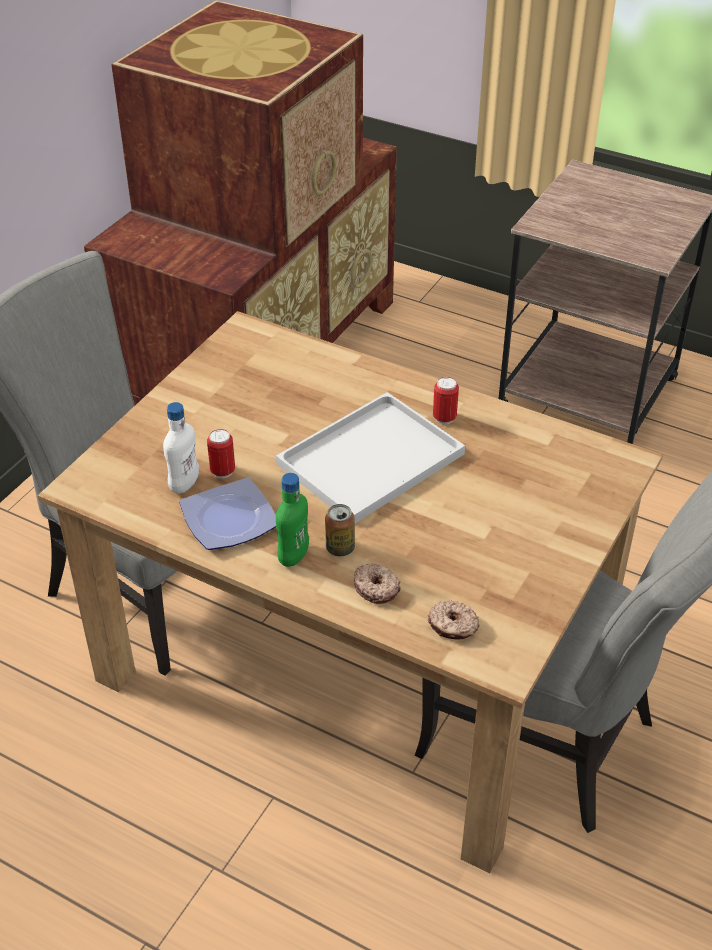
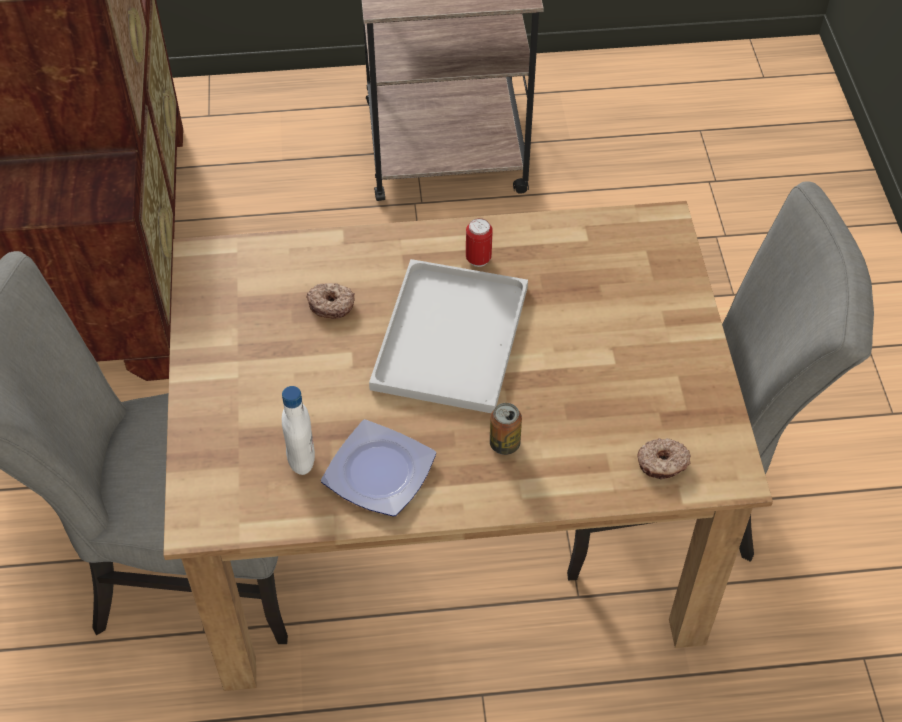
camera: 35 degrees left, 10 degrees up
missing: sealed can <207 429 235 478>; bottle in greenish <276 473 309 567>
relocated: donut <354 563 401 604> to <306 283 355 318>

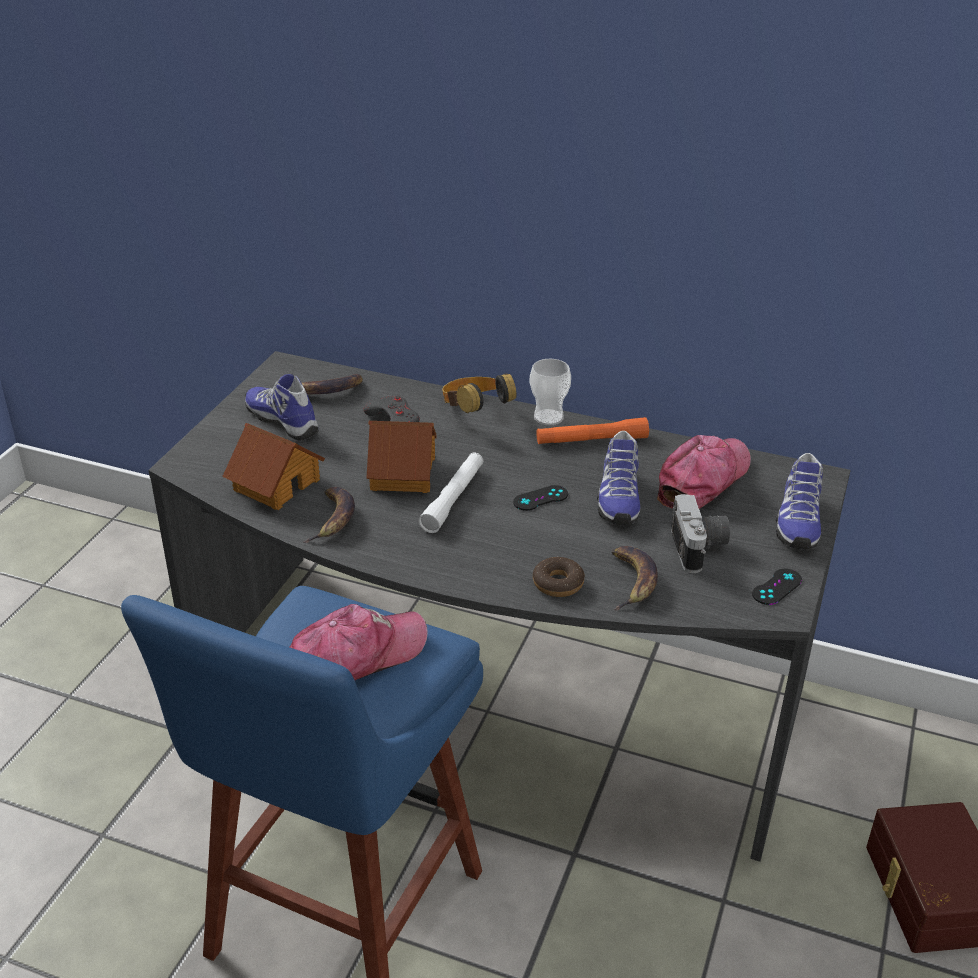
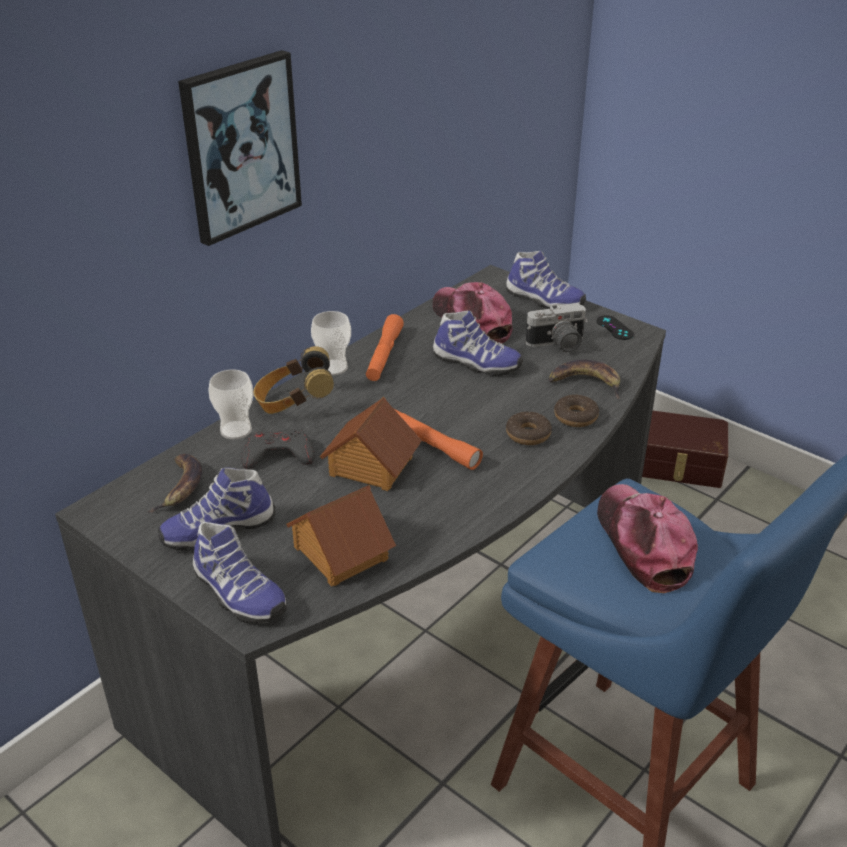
camera: 70 degrees left, 0 degrees up
missing: banana <303 487 355 543>; gamepad in blackish <513 485 568 511>
appeared: picture <178 50 302 246>; item of footwear <193 522 287 624>; cup <208 369 254 439>; donut <506 412 552 445>
colour: flashlight in white <419 453 483 533> to flashlight in orange <393 408 483 470>
spun: photo camera <671 494 730 573> = <526 303 588 353> 150 degrees clockwise

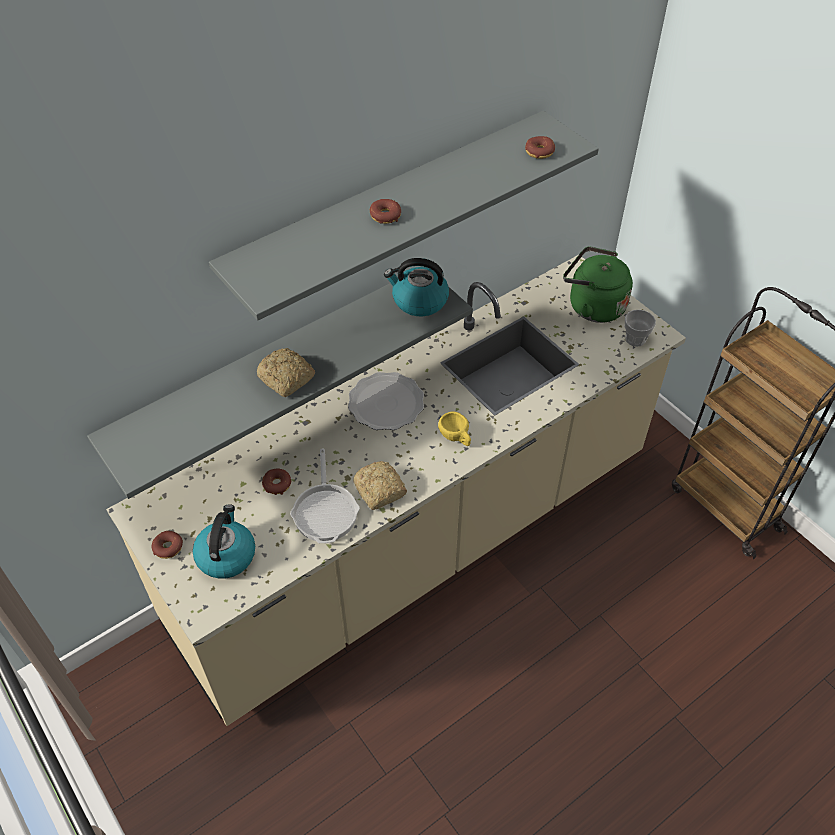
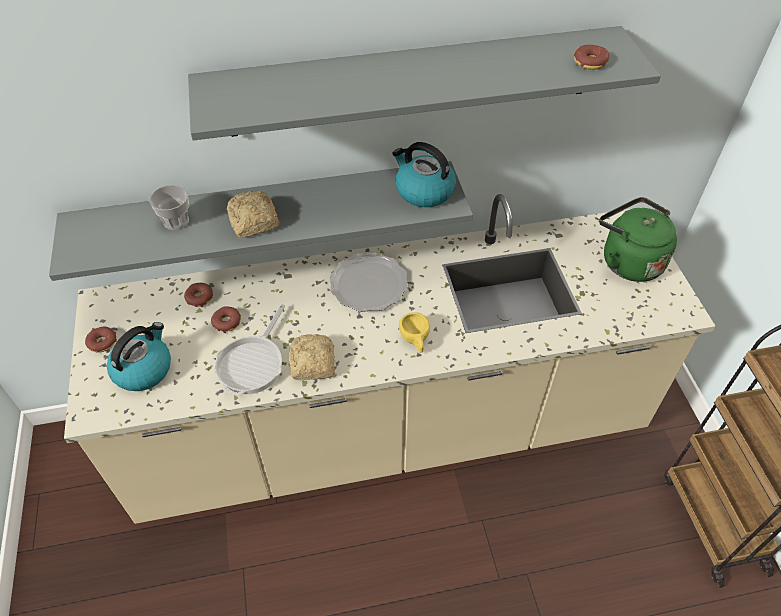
camera: 25 degrees right, 0 degrees up
relocated: donut <370 199 401 224> to <184 283 213 307>; cup <625 310 656 347> to <149 185 189 230>

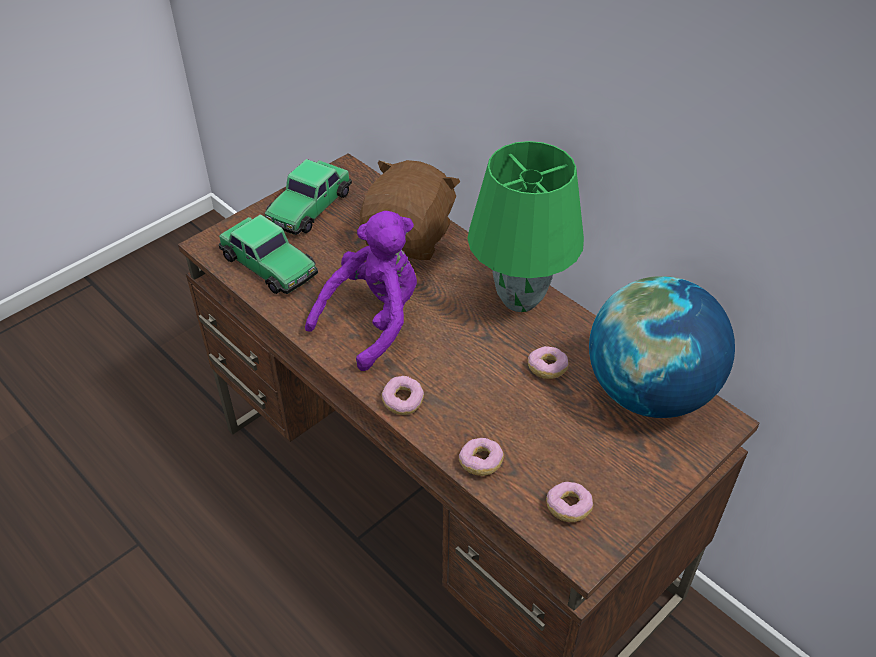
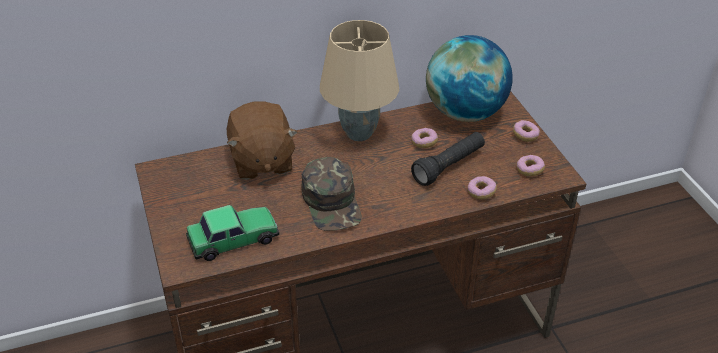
camera: 65 degrees left, 5 degrees down
missing: toy car <265 159 352 235>
appeared: flashlight in blackish <411 132 485 186>
relocated: donut <381 376 424 415> to <513 120 540 142>
exchanged: plush toy in purple <305 211 417 371> to cap in greenish <301 157 362 231>
colour: tabletop lamp in greenish <467 141 584 312> to tabletop lamp in sand-coloured <320 20 399 141>
spun: plush toy in brown <359 160 460 260> = <227 101 298 180> 150 degrees counterclockwise

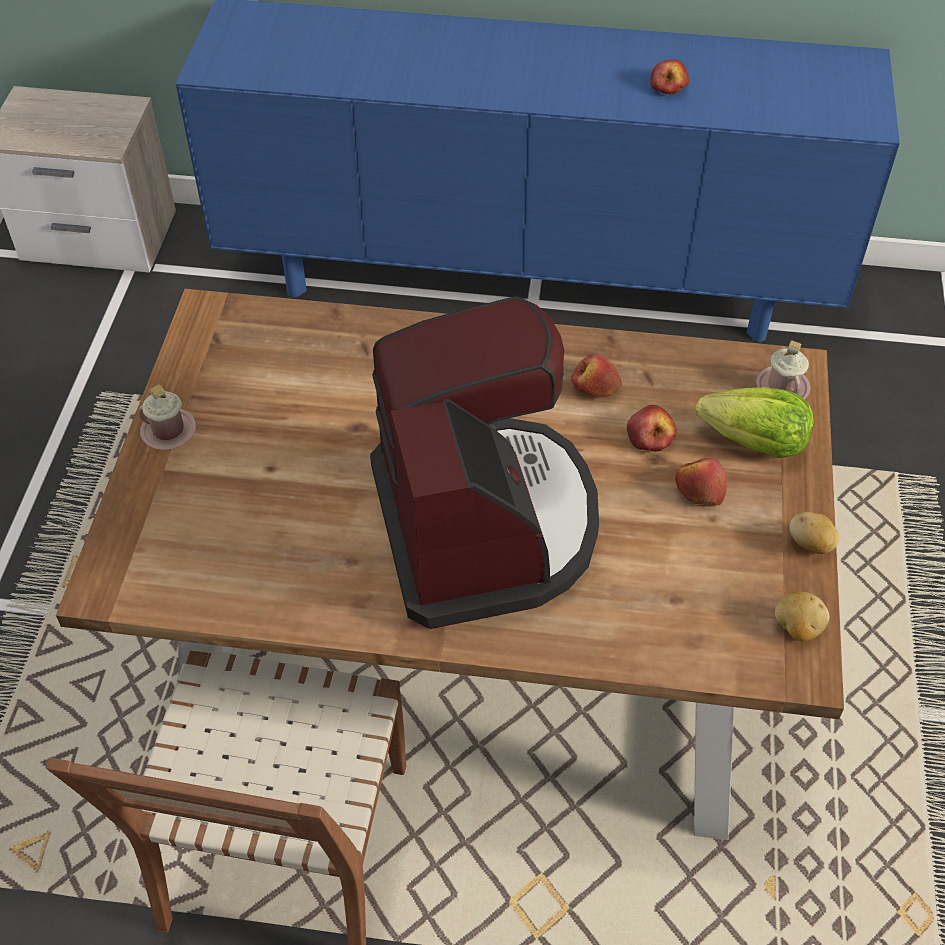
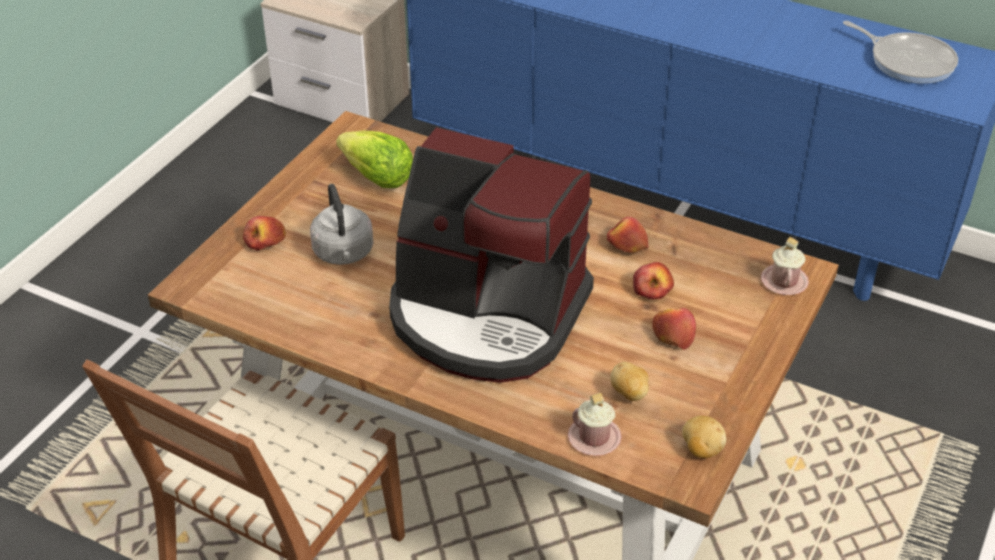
camera: 20 degrees right, 10 degrees down
appeared: kettle in gray <310 184 373 265>; pan <843 21 958 84>
relocated: mug in pink <139 384 196 450> to <568 393 622 456>; apple <650 60 689 95> to <243 216 286 251>; lettuce <696 387 814 458> to <336 131 413 188>; potato <789 512 839 554> to <610 362 649 401>
spun: coffee machine <370 296 599 629> = <389 127 594 383> 105 degrees clockwise

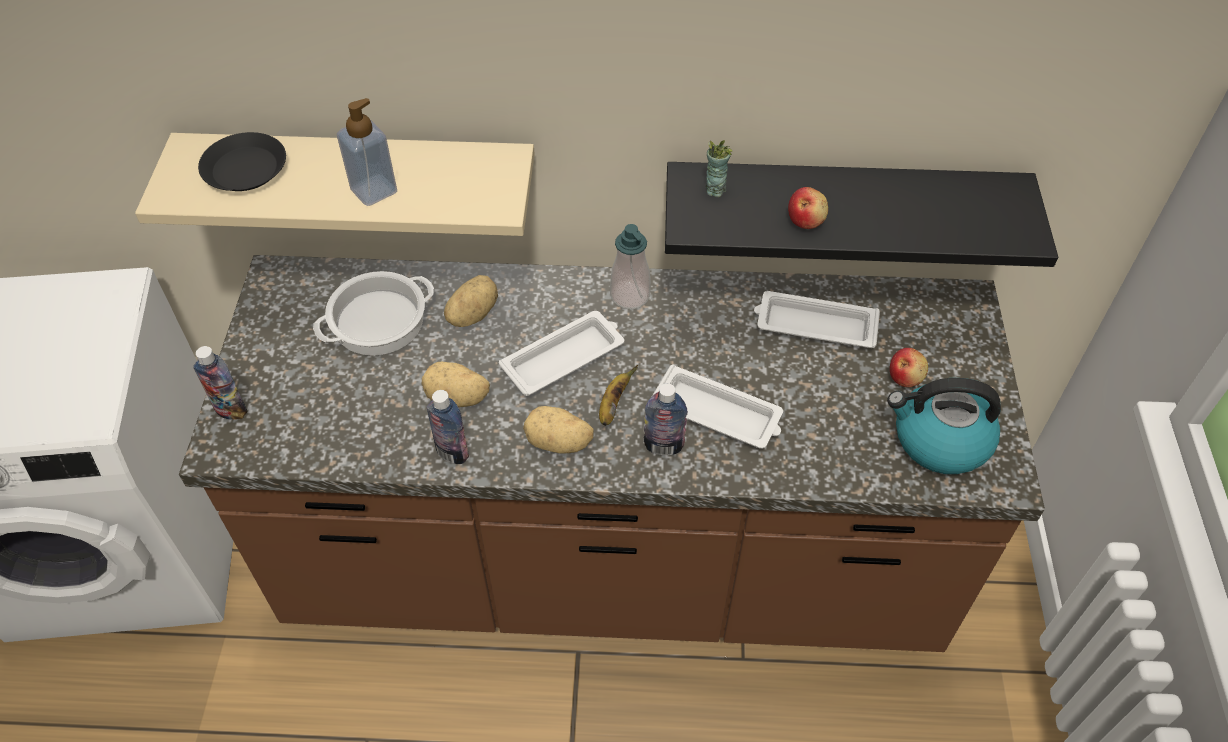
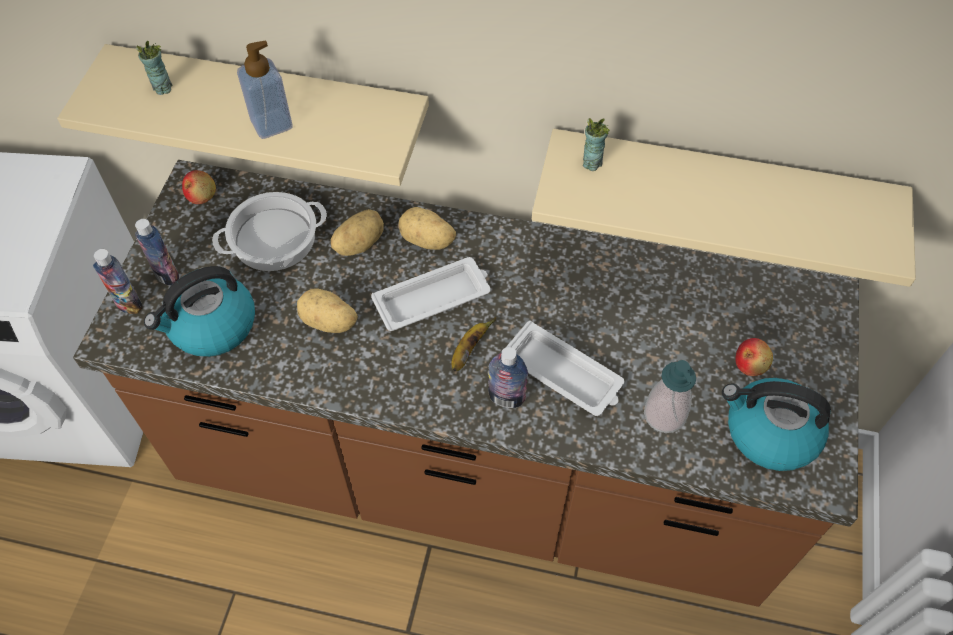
camera: 10 degrees right, 5 degrees up
missing: carrying tray in white <754 291 880 348>
appeared: kettle <144 266 255 357>
relocated: bottle <427 390 469 464> to <135 219 180 285>; potato <523 406 594 454> to <399 207 456 250>; soap bottle <610 224 651 309> to <644 360 696 433>; apple <788 187 828 229> to <182 170 216 204>
exchanged: plate in blackish <198 132 286 191> to cup <136 40 173 95>
colour: wall shelf in blackish <665 162 1058 267> to wall shelf in sand-coloured <532 129 916 287>

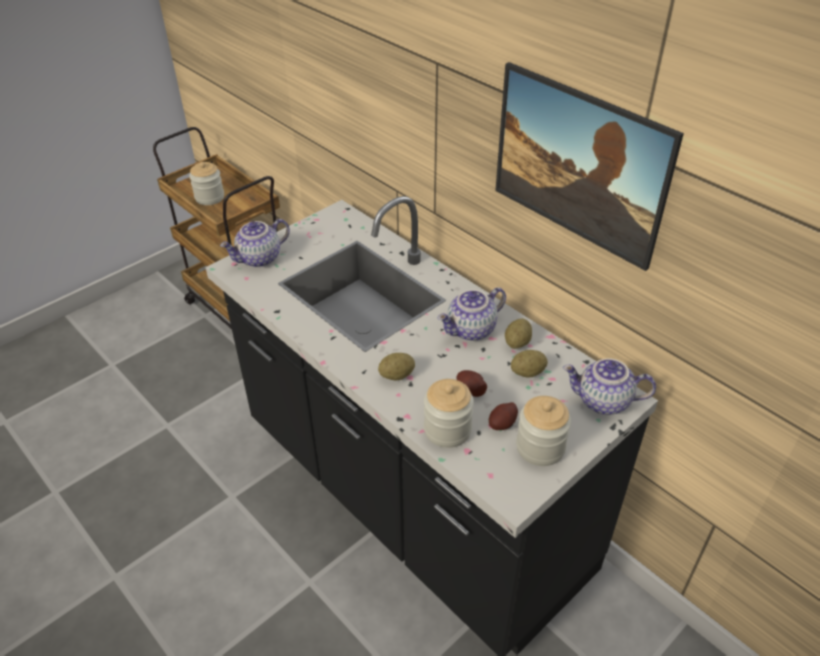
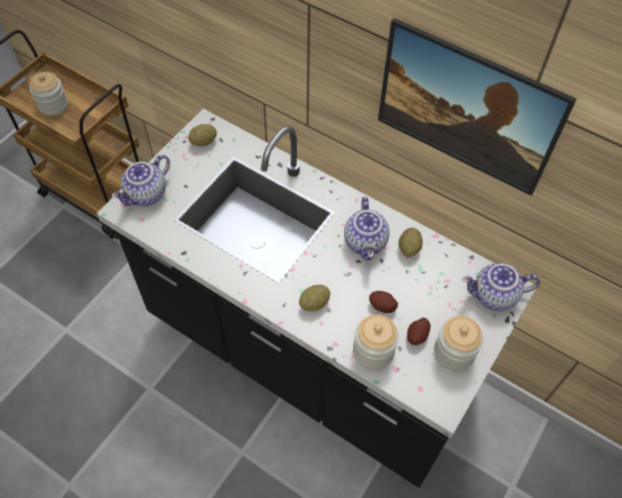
camera: 15 degrees left, 15 degrees up
relocated: potato <511 350 548 377> to <188 124 217 146>
spun: tea pot <438 287 506 341> = <344 196 390 261> 45 degrees counterclockwise

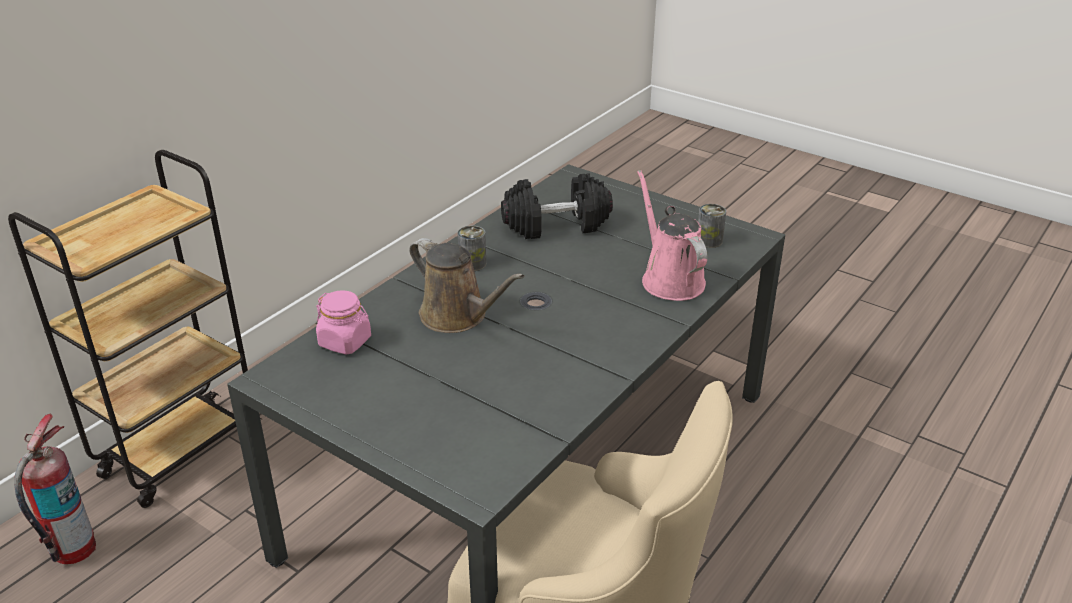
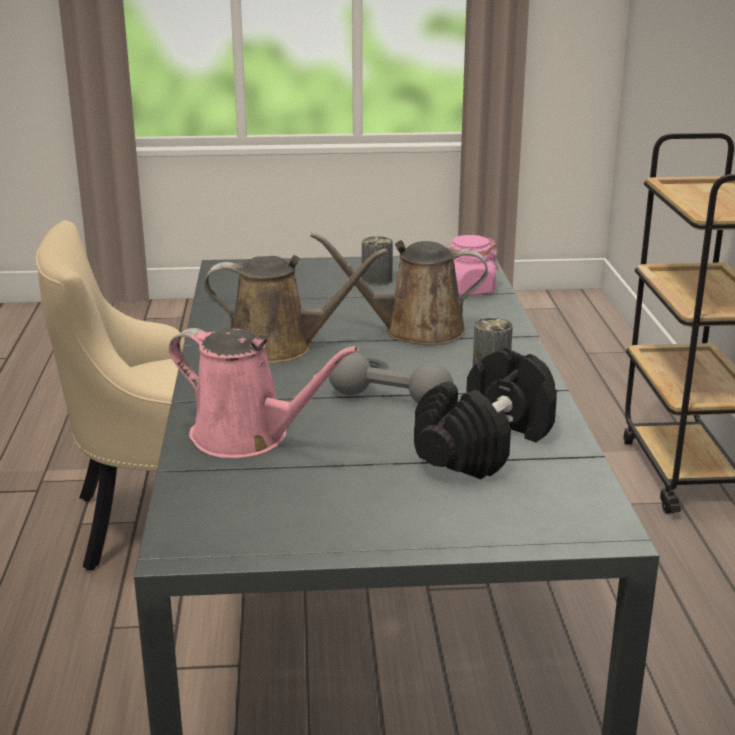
camera: 140 degrees right, 10 degrees down
missing: fire-fighting cylinder <14 414 96 564>
appeared: watering pot in brown <204 249 388 364>; dumbbell in gray <329 352 453 404>
relocated: sealed can <698 204 726 248> to <362 236 393 286>

